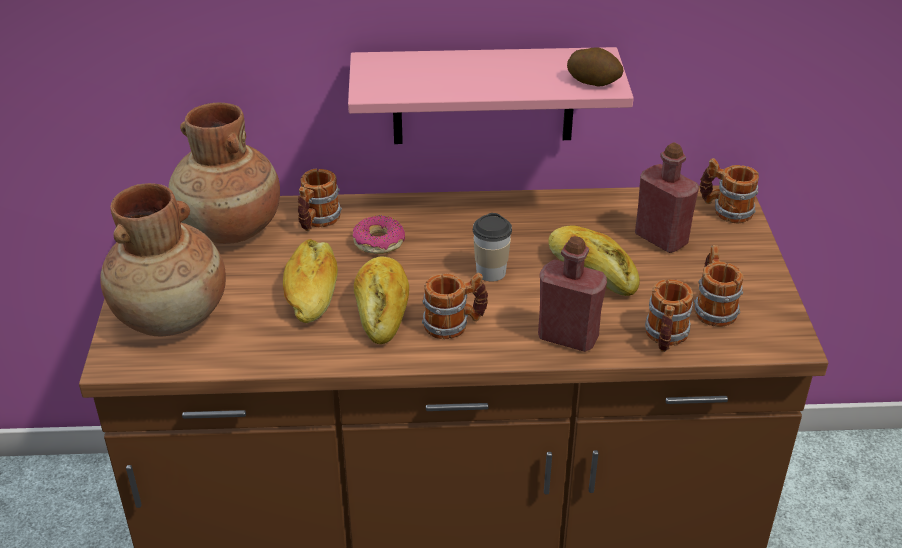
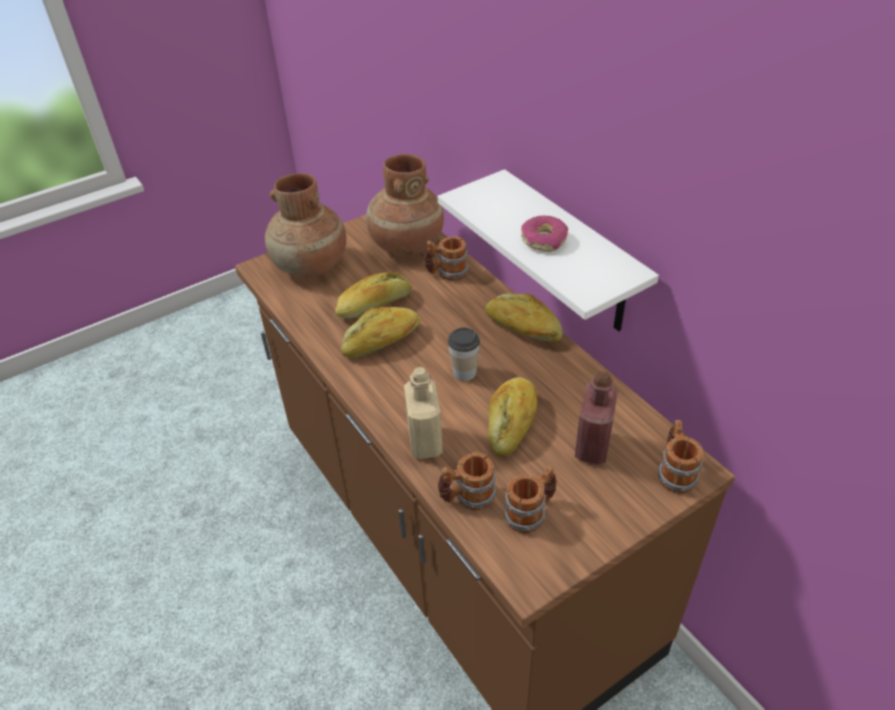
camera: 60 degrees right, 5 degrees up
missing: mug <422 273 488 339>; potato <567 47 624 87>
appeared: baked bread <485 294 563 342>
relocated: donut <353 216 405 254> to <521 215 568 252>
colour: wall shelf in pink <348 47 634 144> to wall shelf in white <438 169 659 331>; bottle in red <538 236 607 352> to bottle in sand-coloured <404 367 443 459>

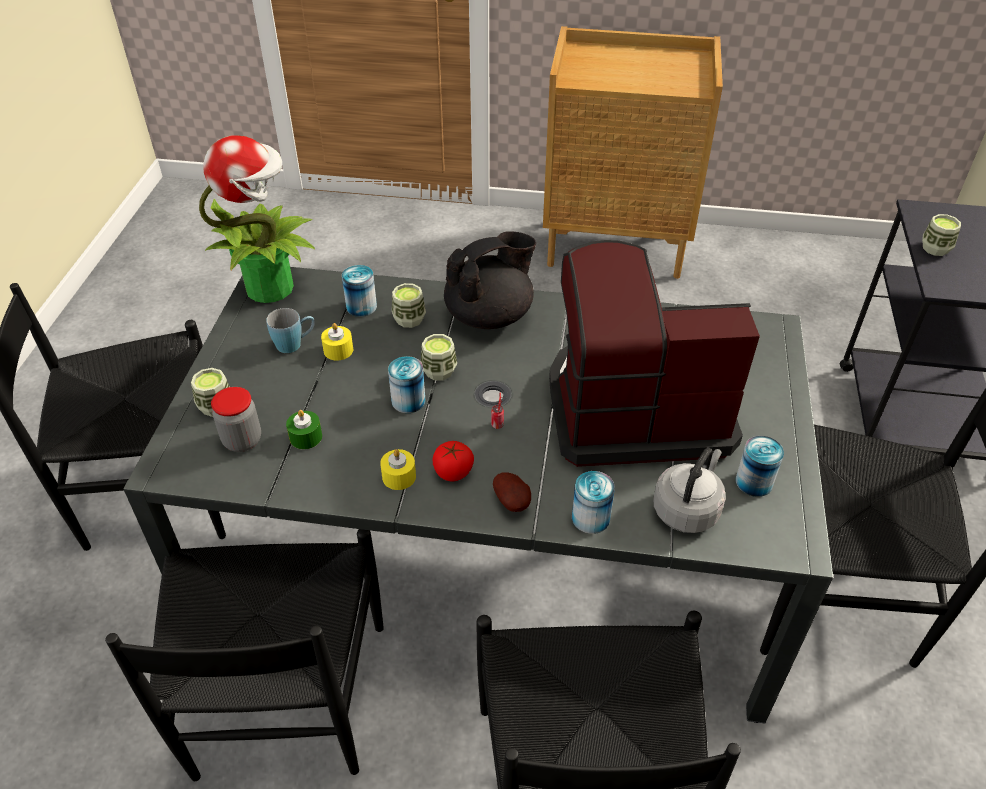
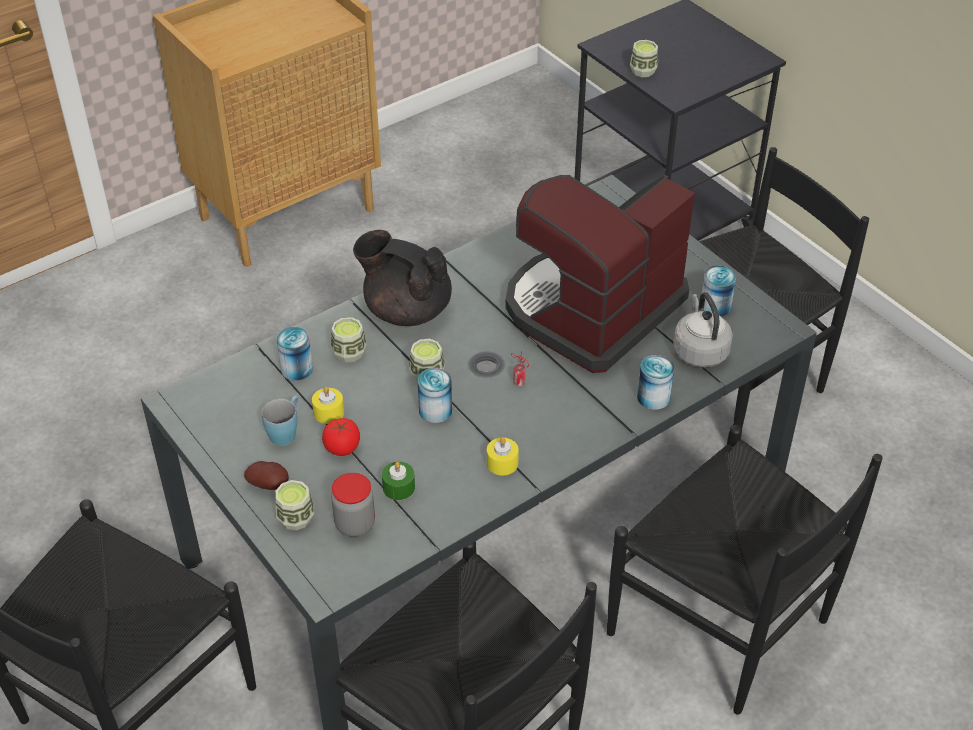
camera: 45 degrees left, 0 degrees up
missing: houseplant <199 135 315 303>
relocated: tomato <432 441 474 482> to <322 418 360 456>; potato <493 472 531 512> to <244 461 289 490>
spun: tea pot in blackish <444 232 536 329> = <353 230 452 326> 75 degrees counterclockwise

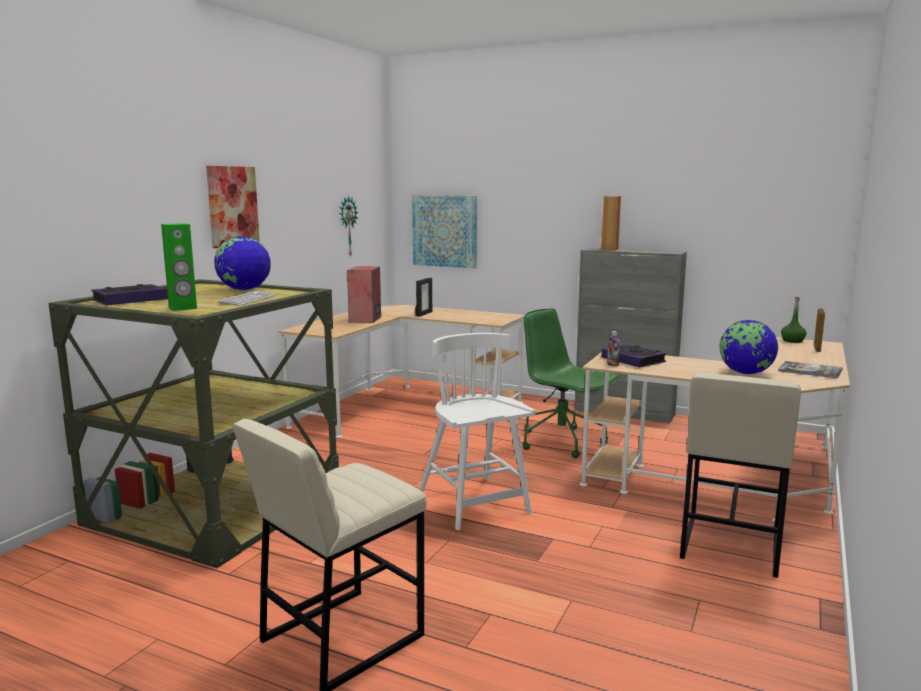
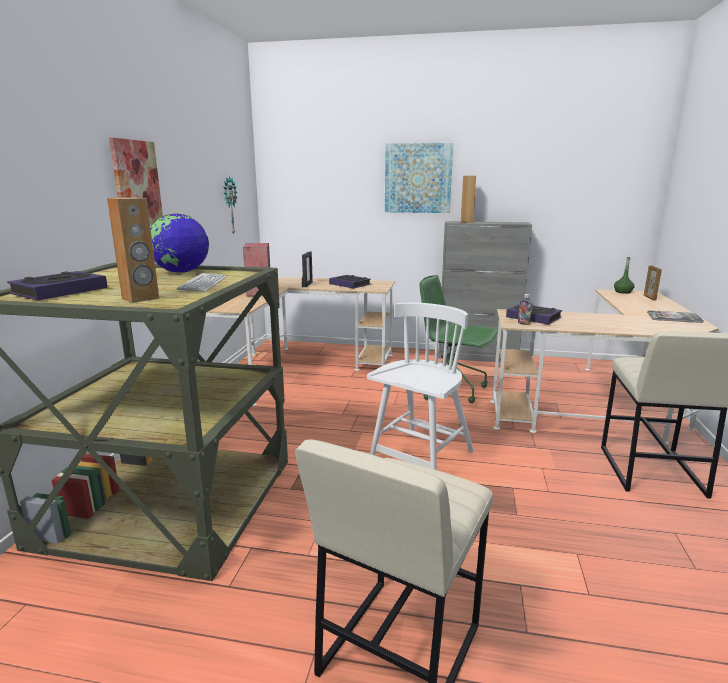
camera: 15 degrees left, 5 degrees up
missing: globe <719 320 779 374>
appeared: book <329 275 371 289>
relocated: picture <412 195 477 268> to <385 143 453 213>
colour: loudspeaker in greenish <161 223 197 311> to loudspeaker in brown <107 198 159 303>
spun: plain chair in white <419 333 536 530> = <367 303 474 470> 75 degrees clockwise

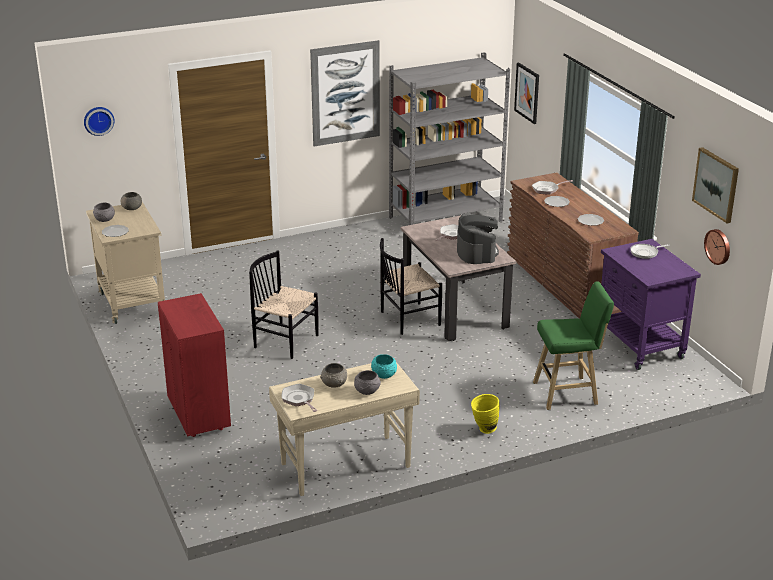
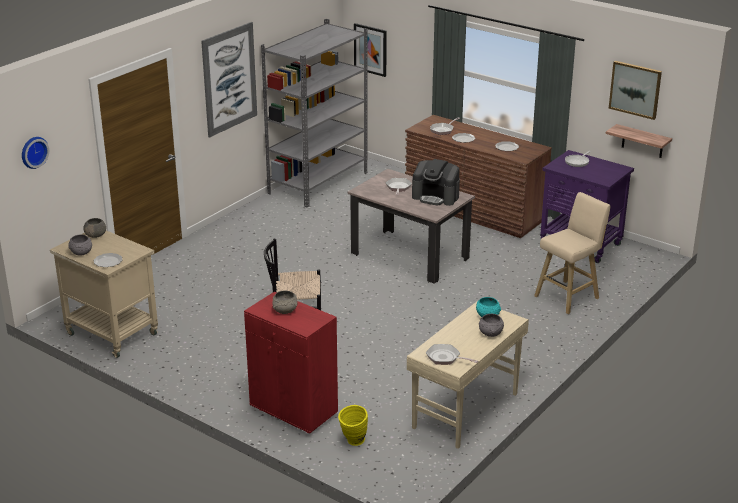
camera: 30 degrees left, 0 degrees up
missing: plain chair in blackish <380 238 442 335>
relocated: deep dish in gray <320 363 347 388> to <273 290 298 314>; flower vase in yellowish <471 394 499 434> to <338 405 368 446>
exchanged: hanging clock <704 229 730 265> to wall shelf <606 124 672 158>
colour: stool in greenish <533 281 614 410> to stool in sand-coloured <534 192 610 314>
spun: coffee machine <457 213 499 264> = <412 159 460 206> 150 degrees clockwise

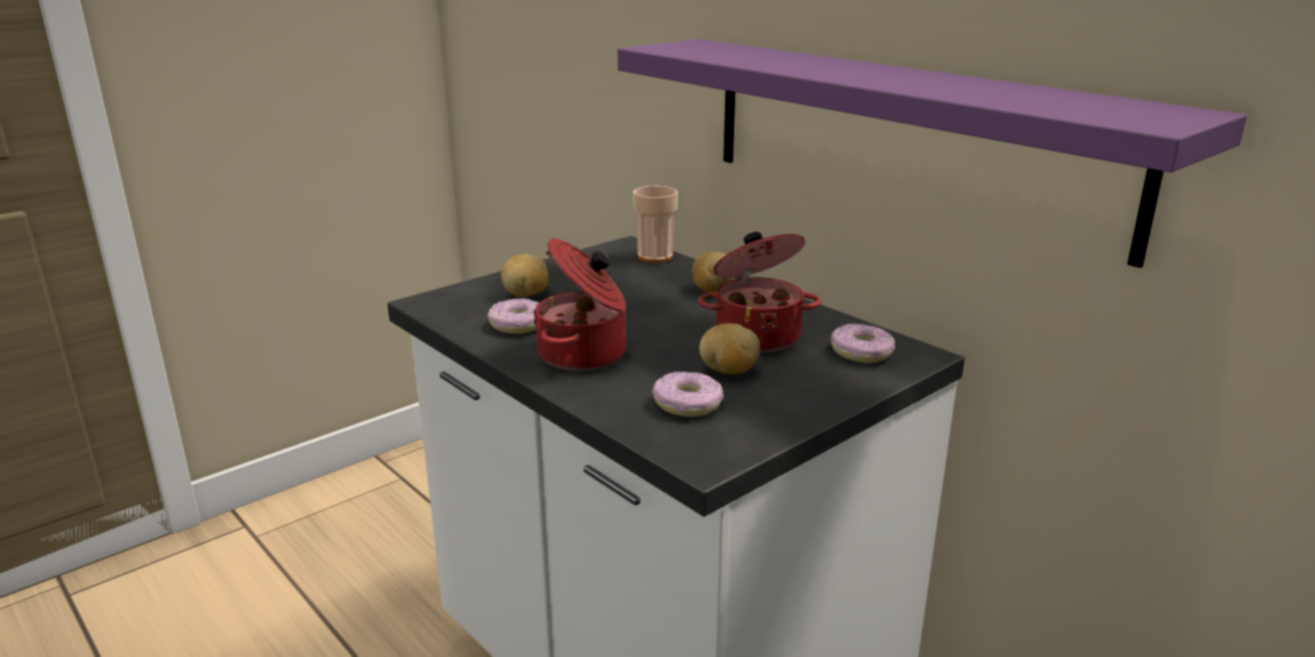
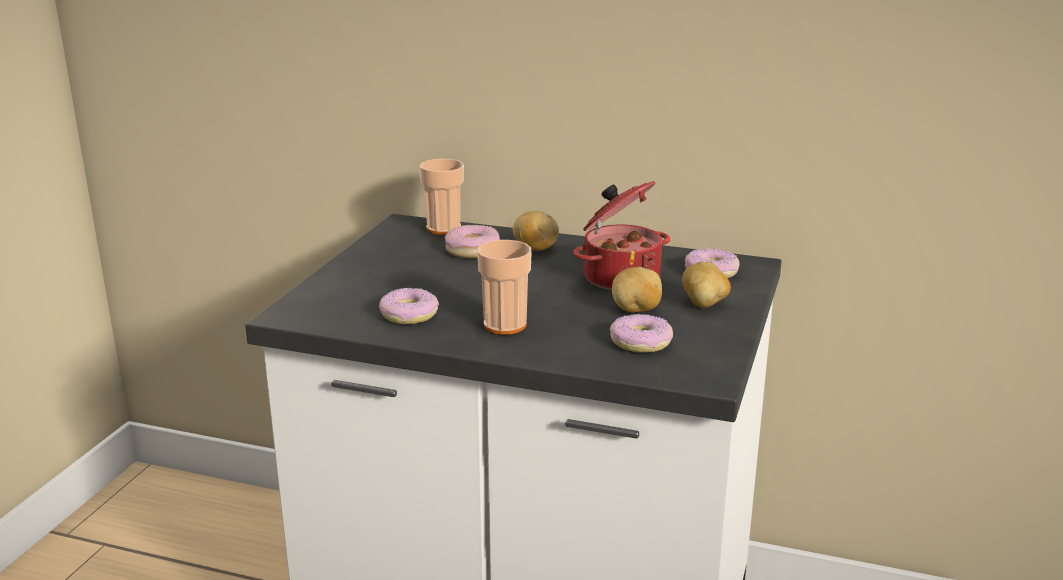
camera: 30 degrees left, 0 degrees up
missing: wall shelf in purple <618 39 1247 268>
appeared: donut <445 225 500 258>
relocated: potato <501 254 548 297> to <682 262 731 308>
exchanged: cooking pot <533 238 626 371> to cup <477 240 532 335>

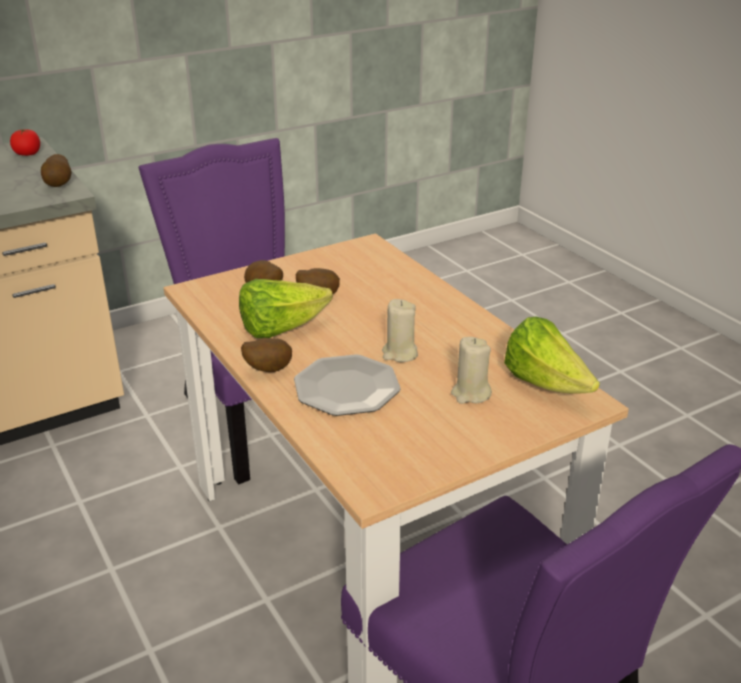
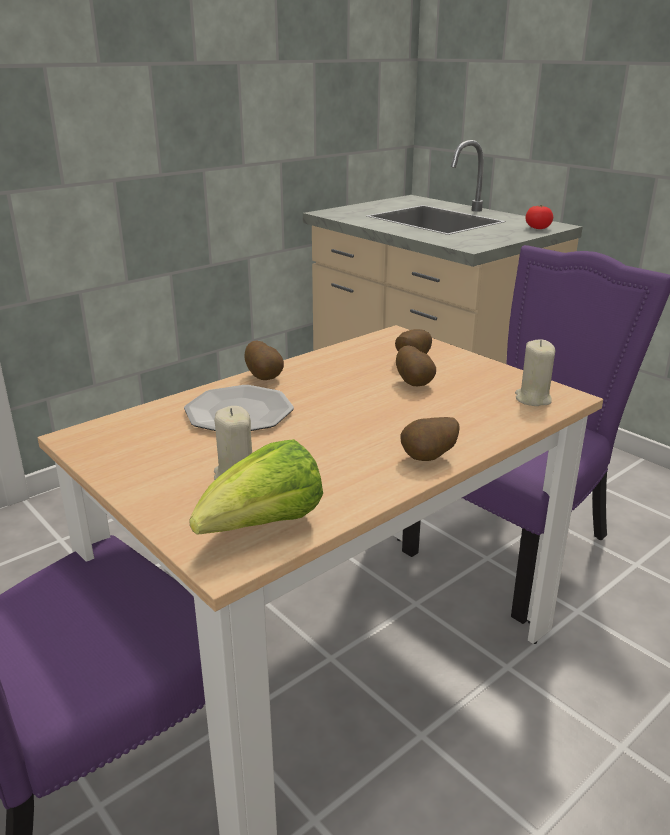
camera: 80 degrees right, 5 degrees down
missing: lettuce <239 279 333 338>
relocated: potato <41 154 72 187> to <400 417 460 461>; candle in sand-coloured <382 299 418 362> to <515 339 555 406>

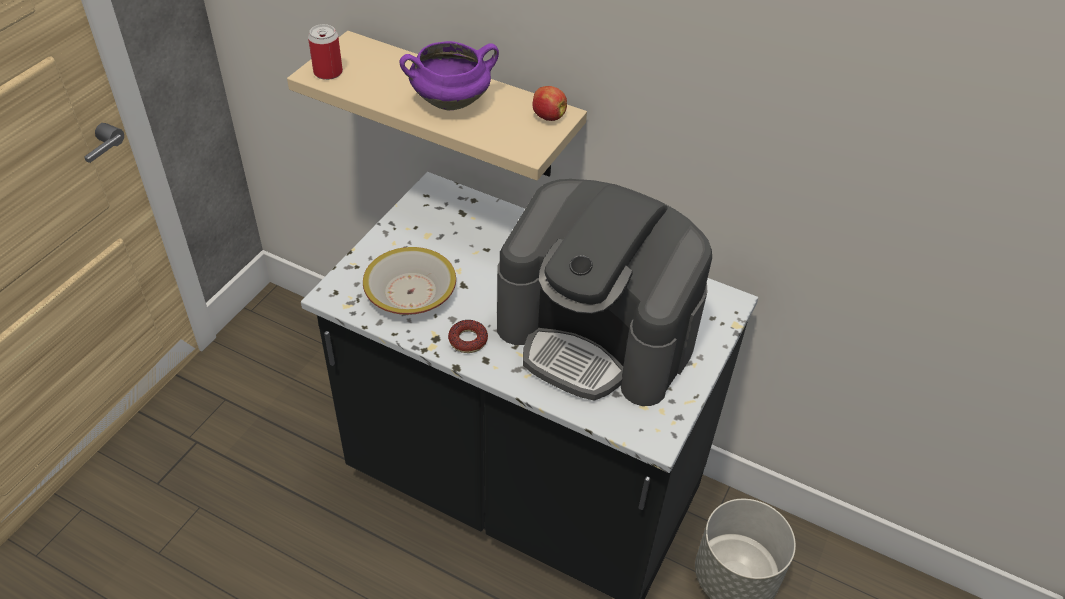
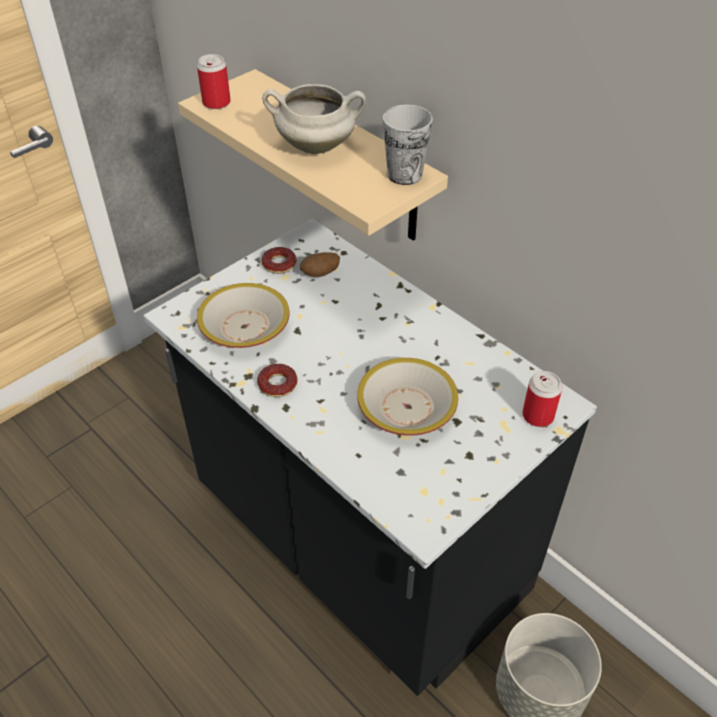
camera: 20 degrees right, 0 degrees up
appeared: donut <262 247 296 274>; potato <300 252 340 277>; sealed can <522 371 562 427>
exchanged: coffee machine <497 179 712 406> to deep dish <357 358 458 436>; apple <532 86 567 121> to cup <383 105 433 185>
colour: cooking pot in purple <399 41 499 110> to cooking pot in white <262 84 366 154>

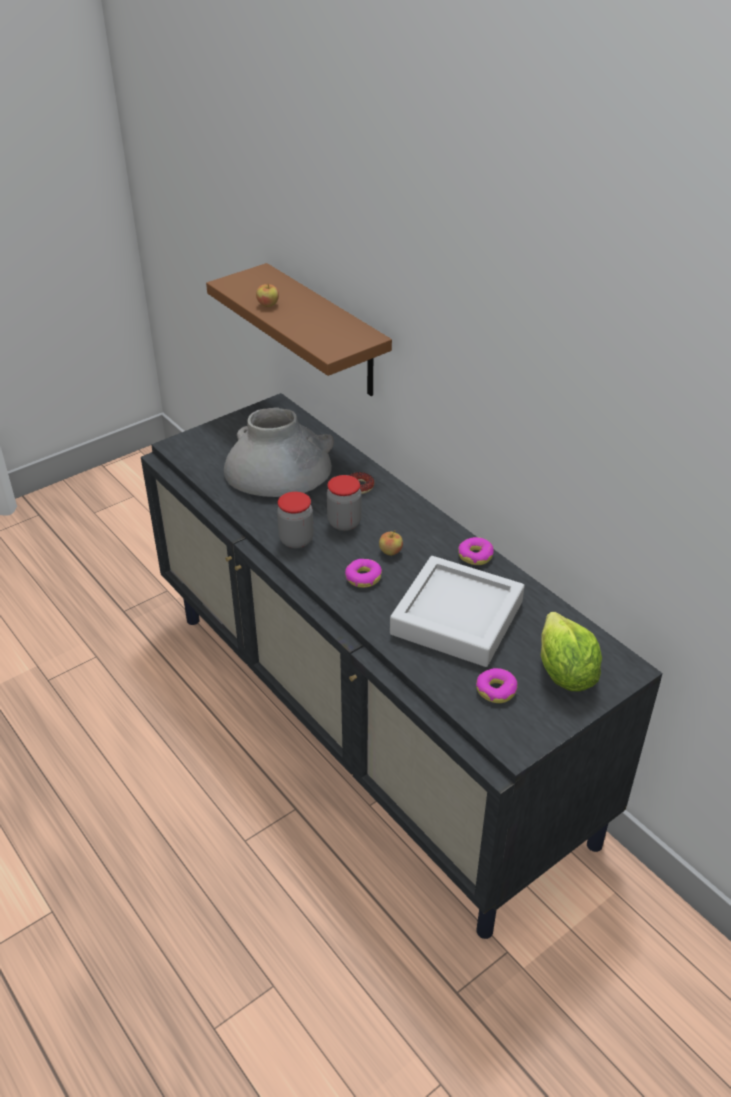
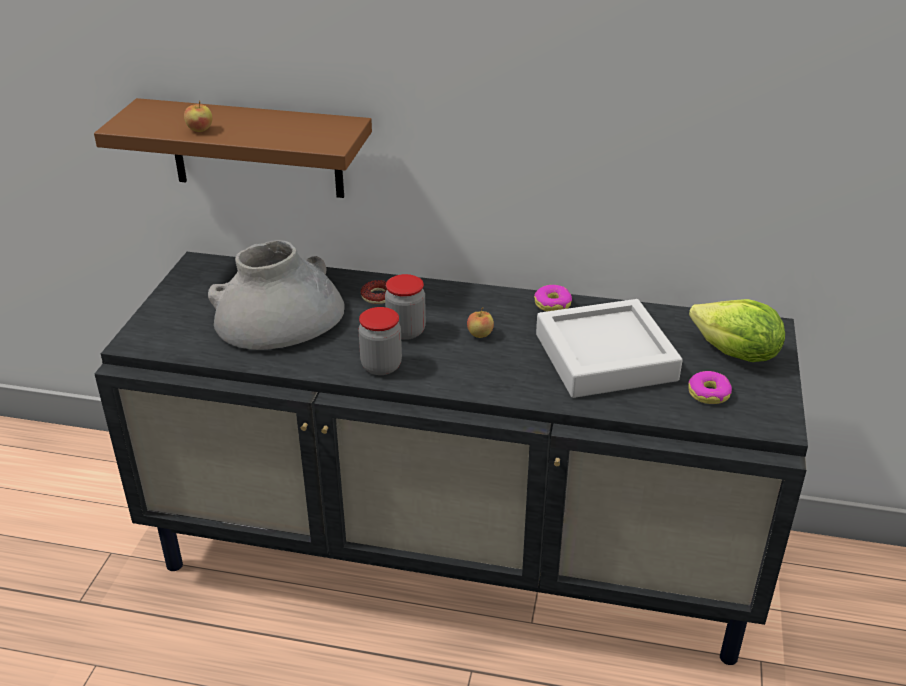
camera: 40 degrees left, 5 degrees down
missing: donut <345 559 382 588>

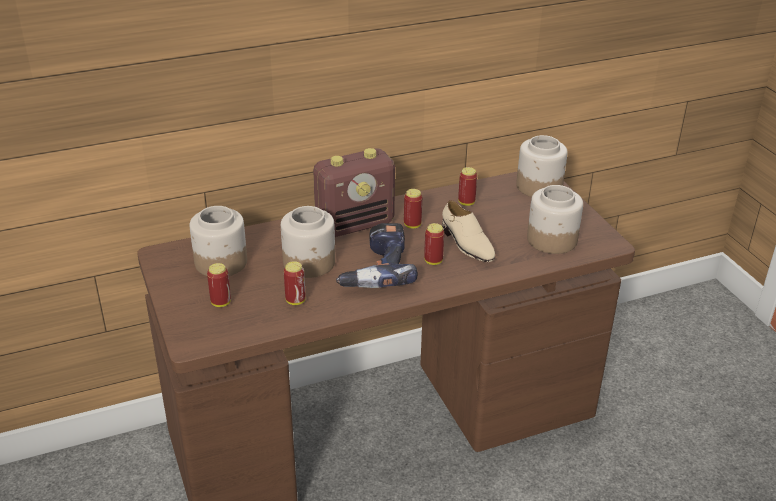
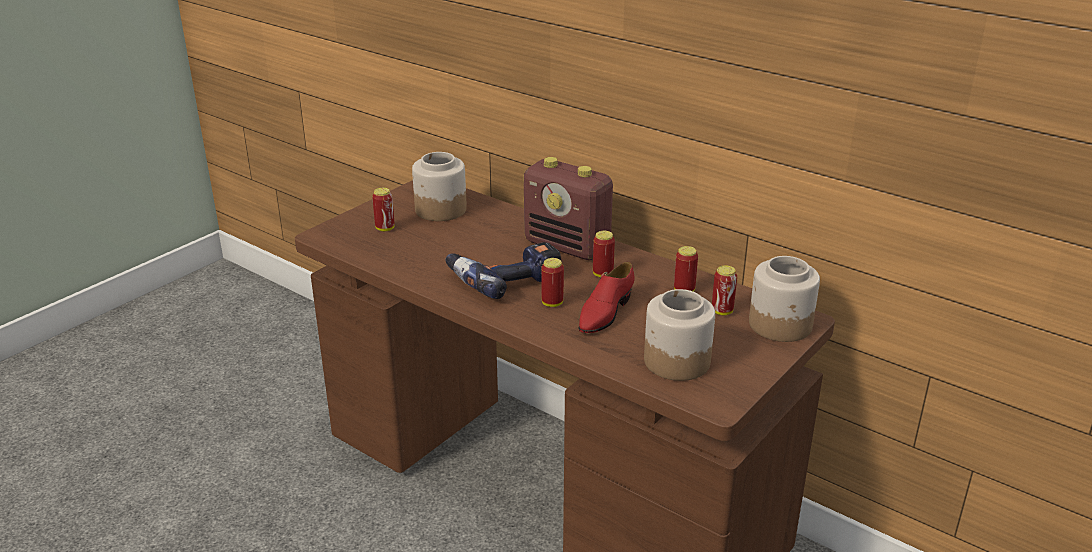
camera: 60 degrees right, 5 degrees down
missing: preserve jar <281 206 335 278>
relocated: sealed can <284 261 305 305> to <712 265 737 315>
colour: item of footwear in sand-coloured <442 200 495 262> to item of footwear in red <579 262 635 333>

